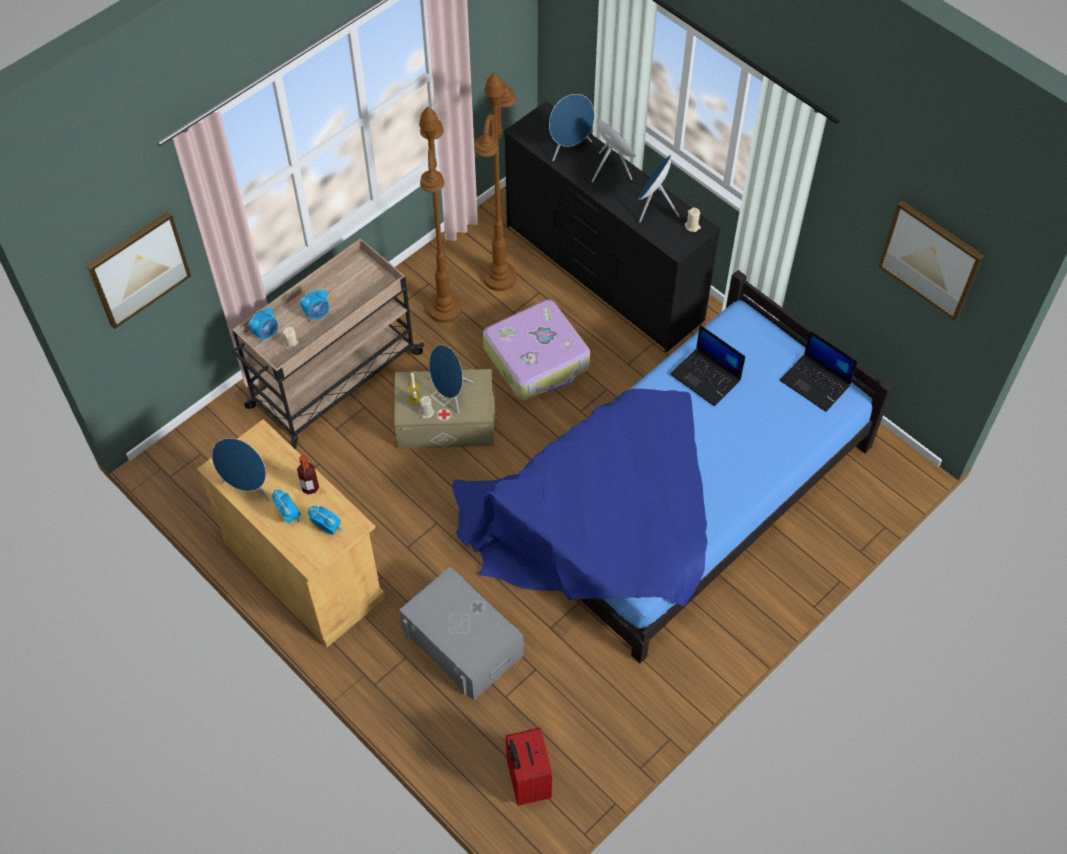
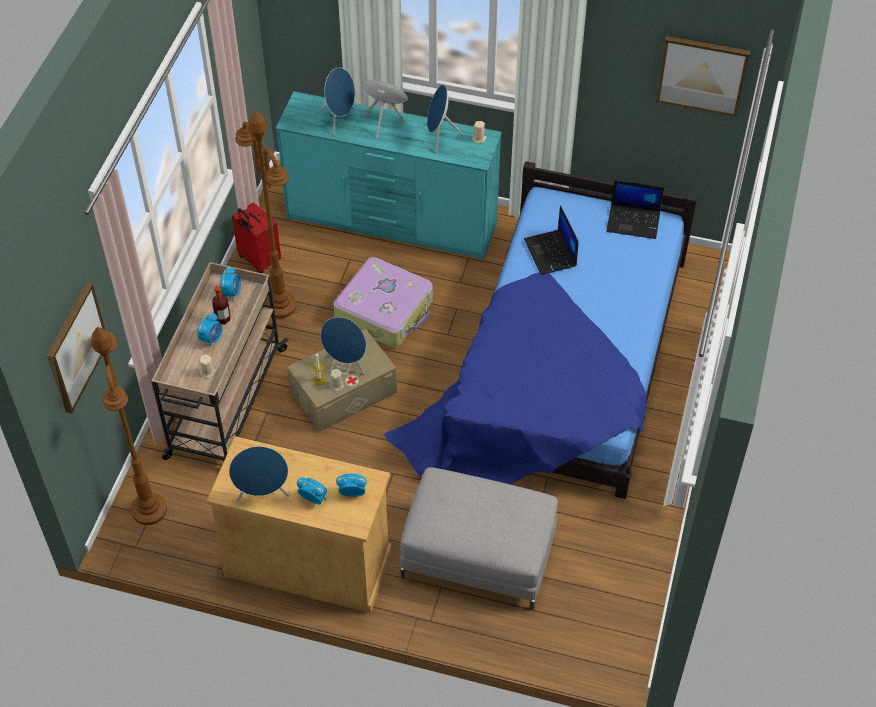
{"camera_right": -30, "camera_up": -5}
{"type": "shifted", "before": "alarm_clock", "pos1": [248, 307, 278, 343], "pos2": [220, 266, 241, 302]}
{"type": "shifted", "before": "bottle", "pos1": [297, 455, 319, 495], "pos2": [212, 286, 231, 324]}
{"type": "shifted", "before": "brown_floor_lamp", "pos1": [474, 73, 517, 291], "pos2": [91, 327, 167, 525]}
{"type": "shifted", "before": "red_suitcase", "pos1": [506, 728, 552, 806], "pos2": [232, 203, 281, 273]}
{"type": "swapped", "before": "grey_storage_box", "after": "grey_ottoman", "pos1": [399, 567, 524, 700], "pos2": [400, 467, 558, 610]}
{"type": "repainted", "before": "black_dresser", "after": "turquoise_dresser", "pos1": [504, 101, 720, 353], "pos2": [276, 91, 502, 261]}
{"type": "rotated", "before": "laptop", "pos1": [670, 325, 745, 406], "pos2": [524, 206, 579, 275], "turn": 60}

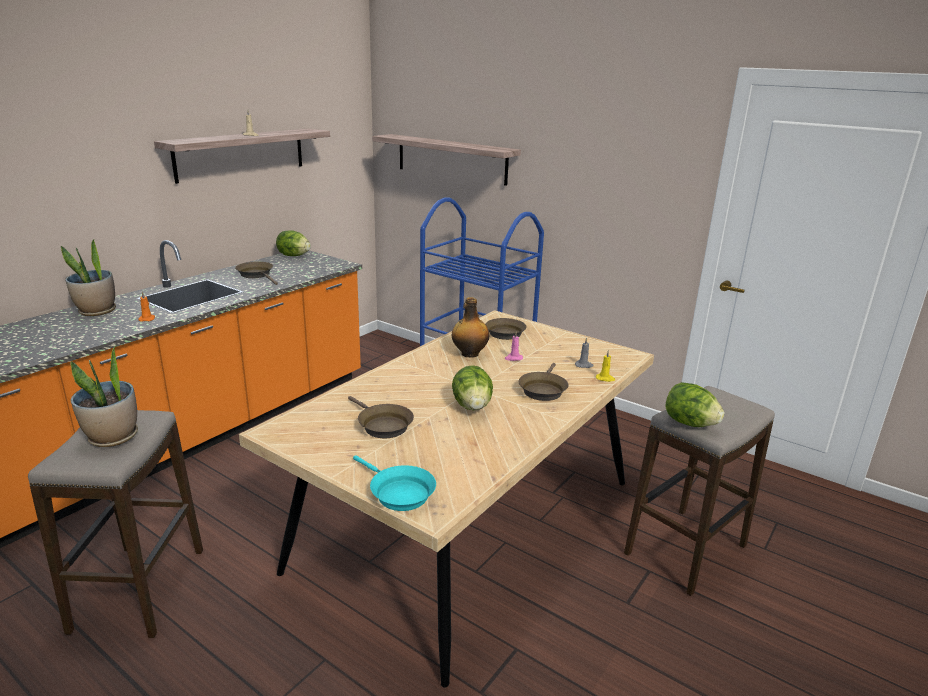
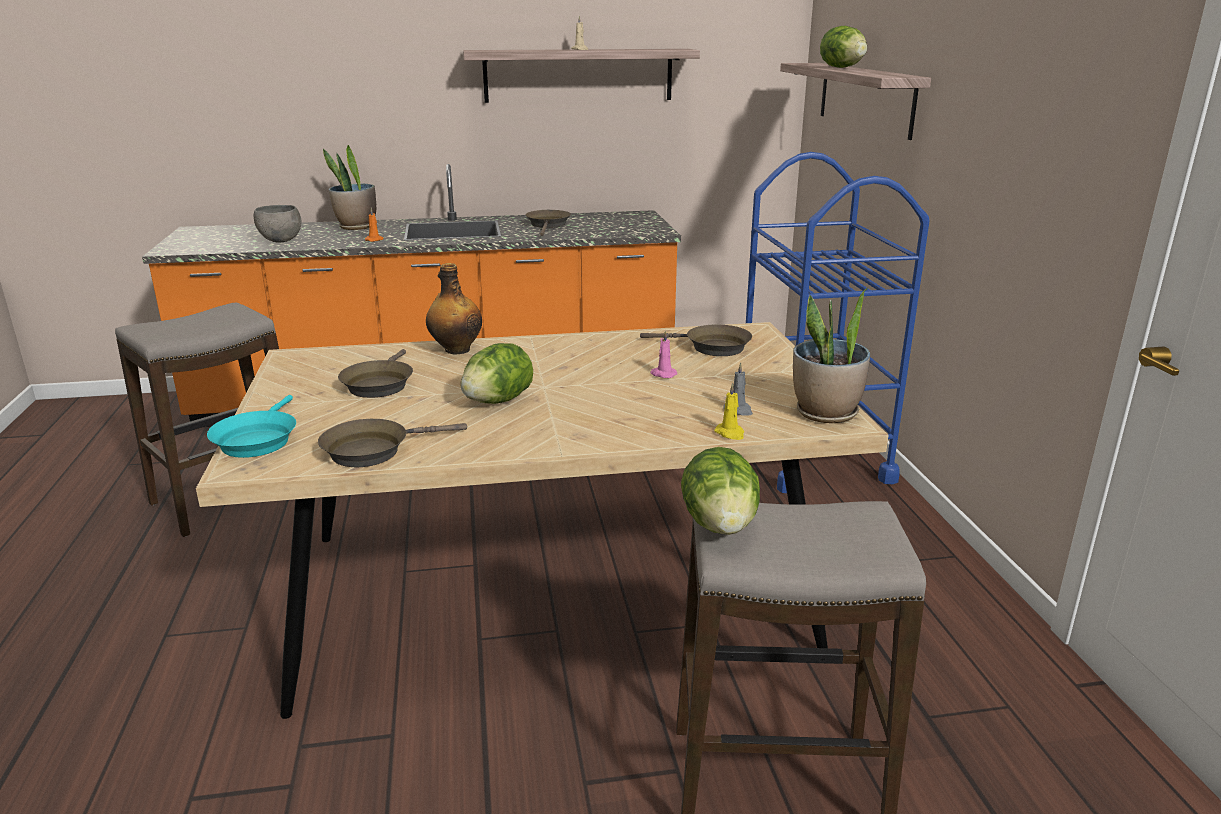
{"camera_right": 45, "camera_up": 0}
{"type": "new", "after": "grey_bowl", "pos2": [254, 205, 301, 242]}
{"type": "shifted", "before": "potted_plant", "pos1": [70, 346, 138, 447], "pos2": [793, 288, 870, 423]}
{"type": "shifted", "before": "lettuce", "pos1": [276, 230, 311, 256], "pos2": [820, 26, 867, 68]}
{"type": "shifted", "before": "bottle", "pos1": [452, 297, 489, 358], "pos2": [426, 263, 482, 354]}
{"type": "shifted", "before": "brown_frying_pan", "pos1": [518, 363, 569, 401], "pos2": [318, 419, 467, 467]}

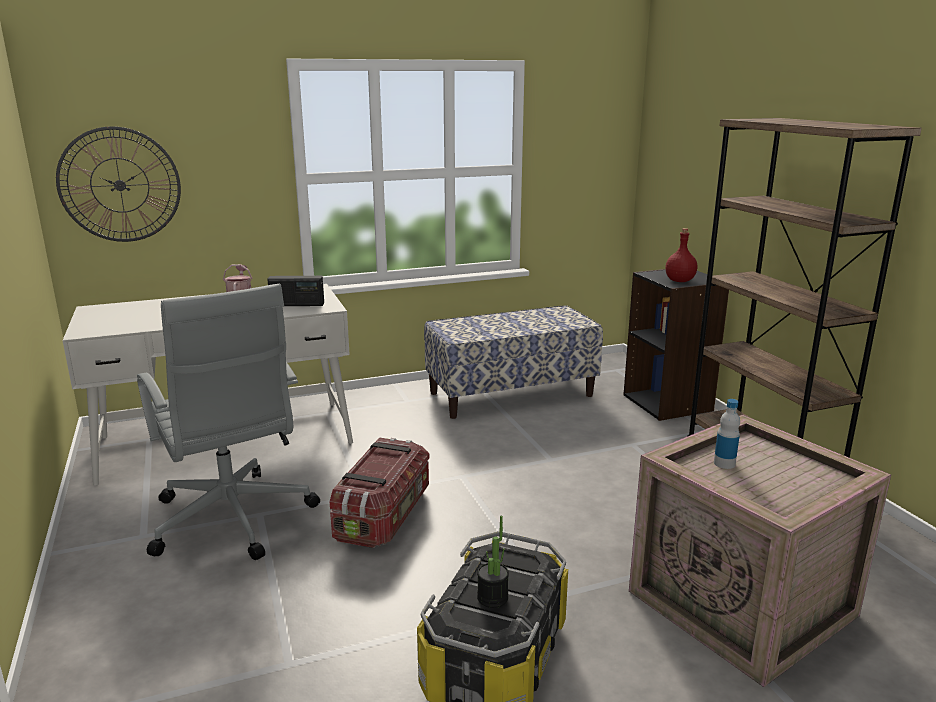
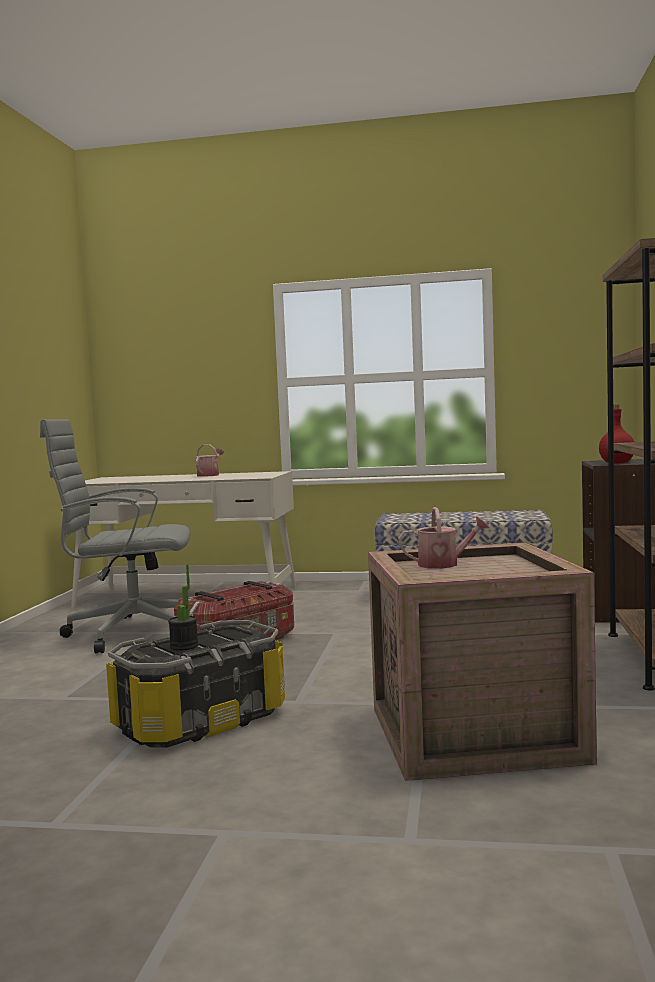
{"camera_right": 30, "camera_up": -15}
{"type": "gone", "before": "wall_clock", "pos1": [56, 126, 181, 242]}
{"type": "gone", "before": "radio", "pos1": [267, 276, 324, 306]}
{"type": "swapped", "before": "bottle", "after": "watering_can", "pos1": [714, 399, 740, 469], "pos2": [398, 507, 490, 569]}
{"type": "rotated", "before": "grey_office_chair", "pos1": [137, 284, 320, 560], "pos2": [40, 419, 191, 654], "turn": 90}

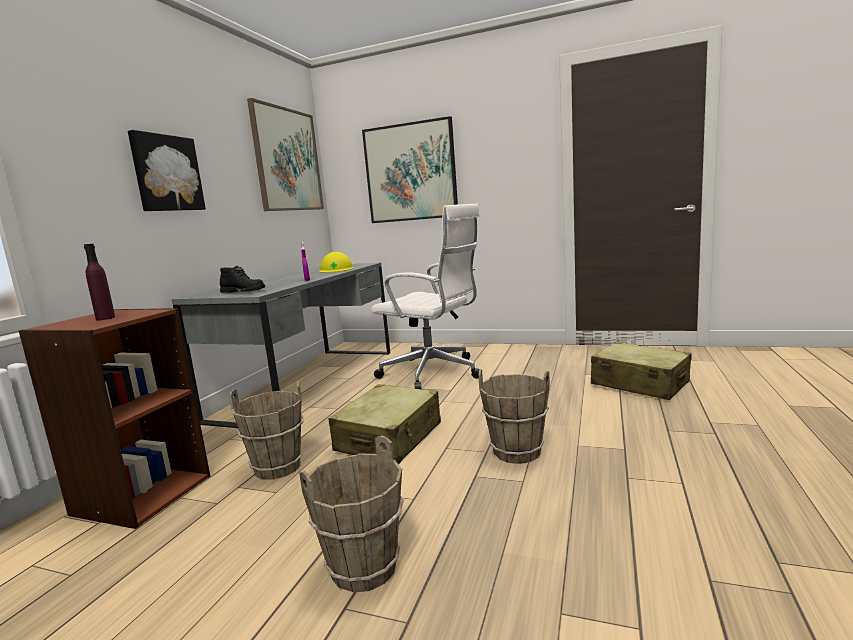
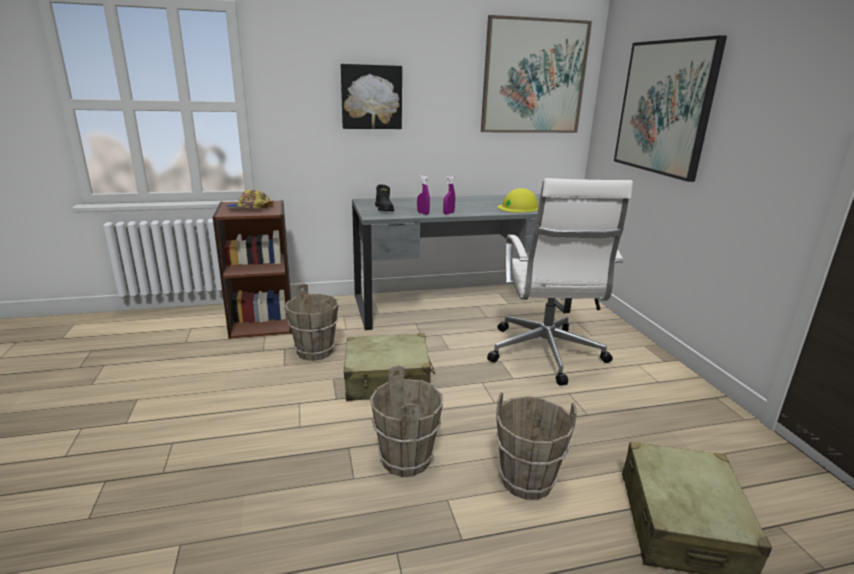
{"camera_right": 55, "camera_up": 10}
{"type": "new", "after": "purple_spray_bottle", "pos2": [417, 175, 430, 215]}
{"type": "shifted", "before": "brown_bucket", "pos1": [299, 435, 404, 593], "pos2": [495, 393, 577, 500]}
{"type": "swapped", "before": "purple_bottle", "after": "cap", "pos1": [84, 244, 115, 320], "pos2": [226, 190, 274, 208]}

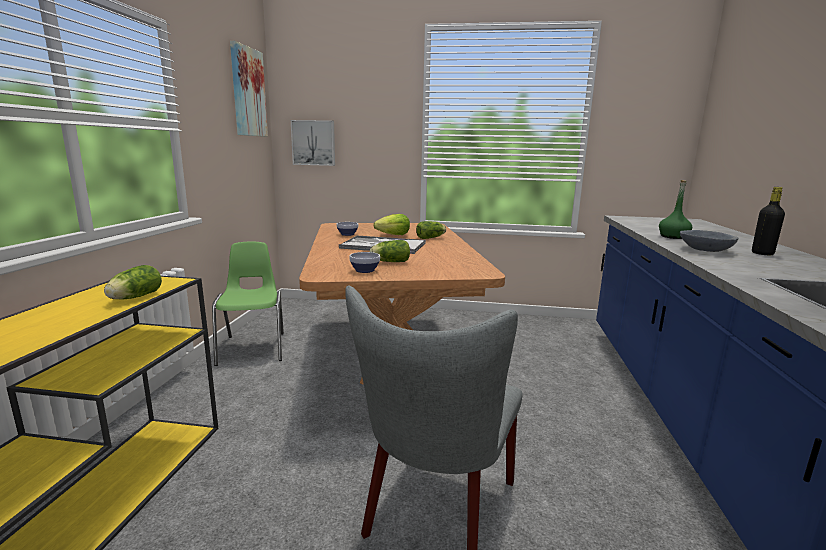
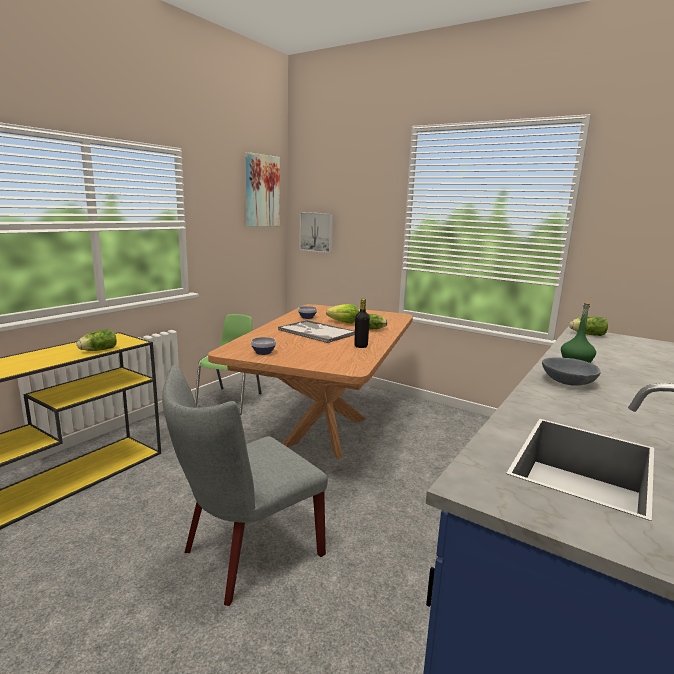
{"camera_right": 25, "camera_up": 0}
{"type": "shifted", "before": "lettuce", "pos1": [370, 240, 410, 262], "pos2": [570, 317, 608, 336]}
{"type": "shifted", "before": "black_bottle", "pos1": [752, 187, 785, 255], "pos2": [354, 299, 370, 348]}

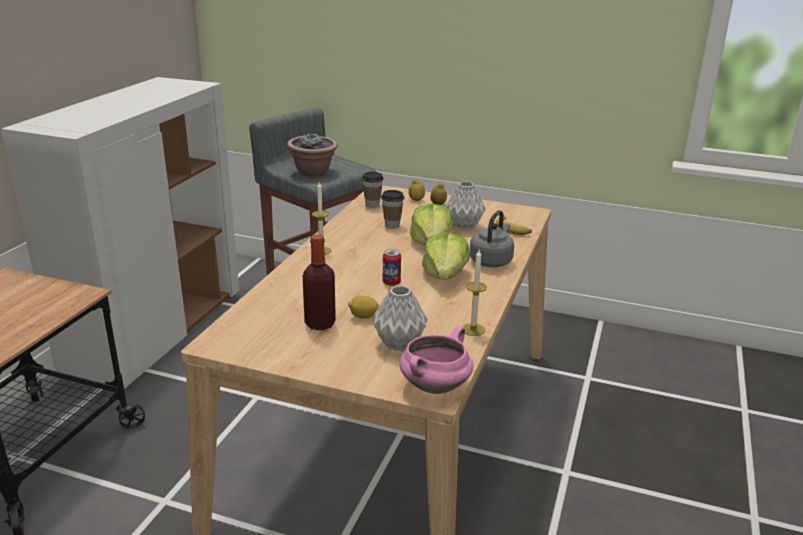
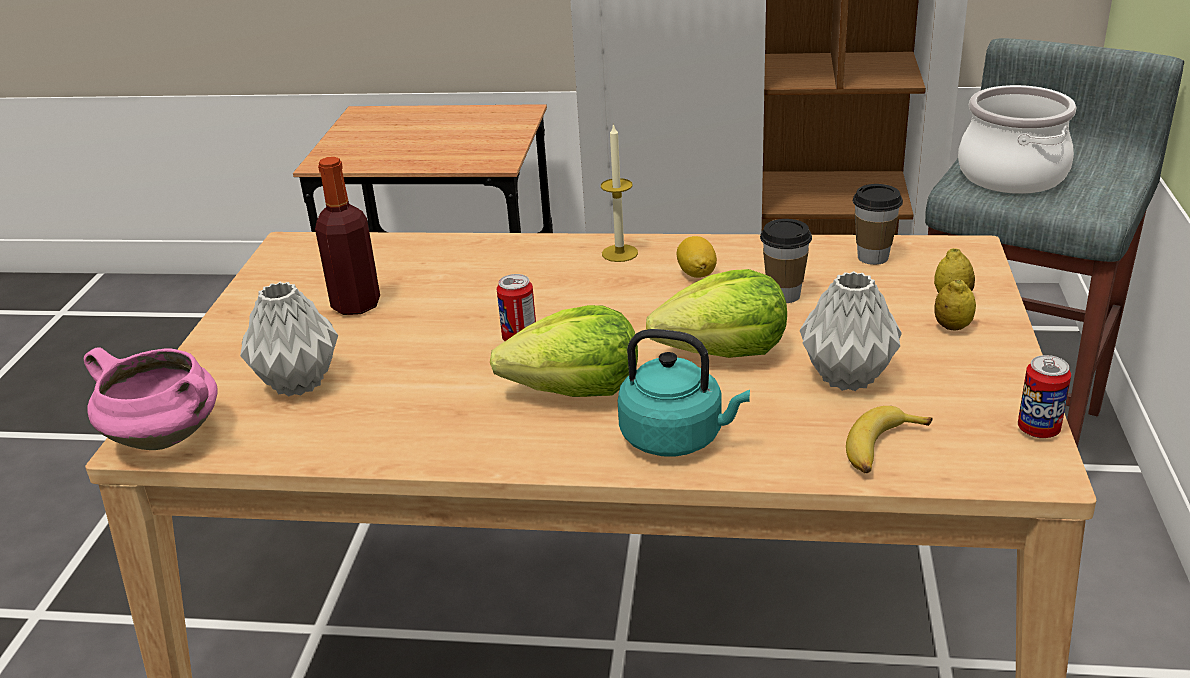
{"camera_right": 80, "camera_up": 5}
{"type": "gone", "before": "candle", "pos1": [462, 250, 487, 336]}
{"type": "new", "after": "can", "pos2": [1018, 355, 1071, 438]}
{"type": "shifted", "before": "lemon", "pos1": [348, 296, 379, 319], "pos2": [677, 236, 717, 278]}
{"type": "swapped", "before": "potted_plant", "after": "cooking_pot", "pos1": [287, 133, 338, 177], "pos2": [958, 85, 1076, 194]}
{"type": "repainted", "before": "grey_kettle", "after": "turquoise_kettle", "pos1": [470, 210, 514, 267], "pos2": [618, 329, 750, 457]}

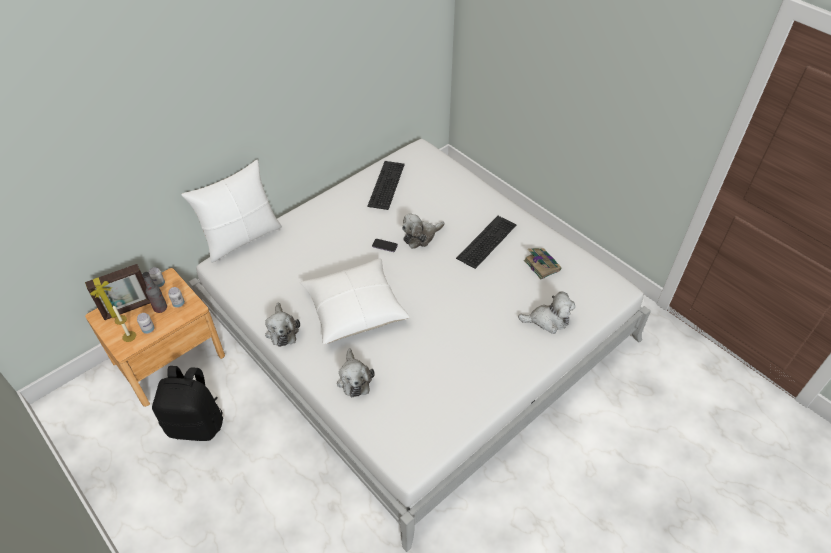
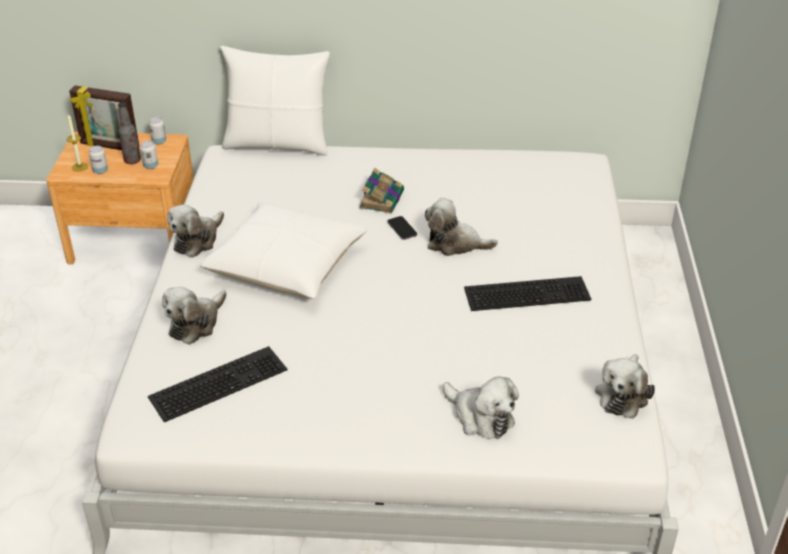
{"camera_right": 45, "camera_up": -10}
{"type": "gone", "before": "black_backpack", "pos1": [152, 366, 223, 441]}
{"type": "new", "after": "plush_toy", "pos2": [595, 354, 655, 419]}
{"type": "shifted", "before": "keyboard", "pos1": [367, 161, 405, 210], "pos2": [148, 346, 287, 422]}
{"type": "shifted", "before": "book", "pos1": [524, 248, 562, 279], "pos2": [359, 168, 404, 213]}

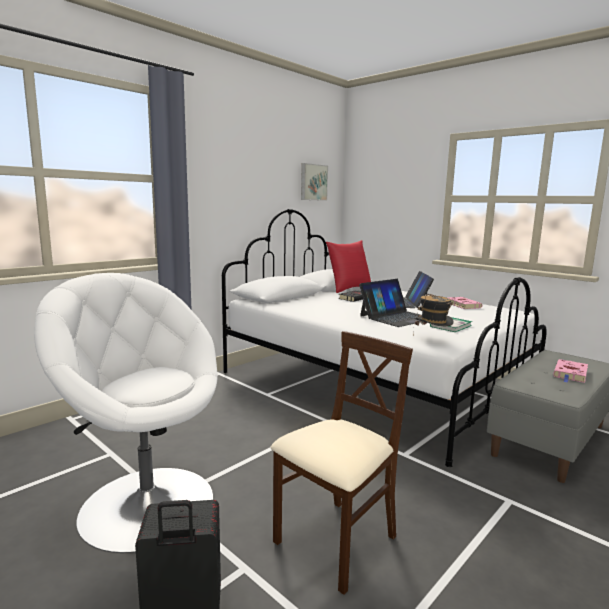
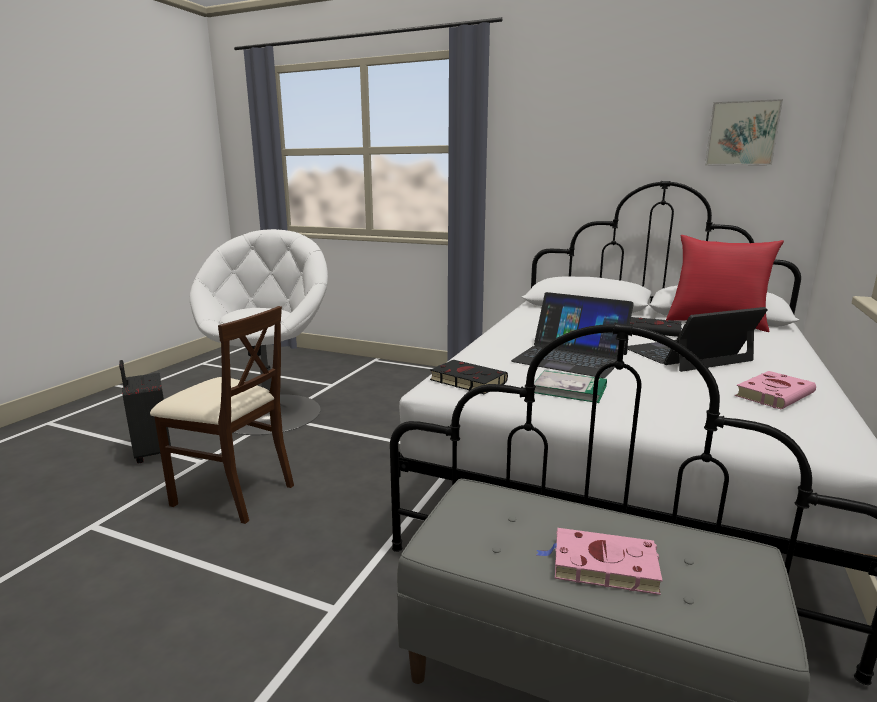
{"camera_right": 70, "camera_up": 5}
{"type": "swapped", "before": "hat", "after": "black_book", "pos1": [413, 294, 454, 337], "pos2": [430, 360, 508, 394]}

